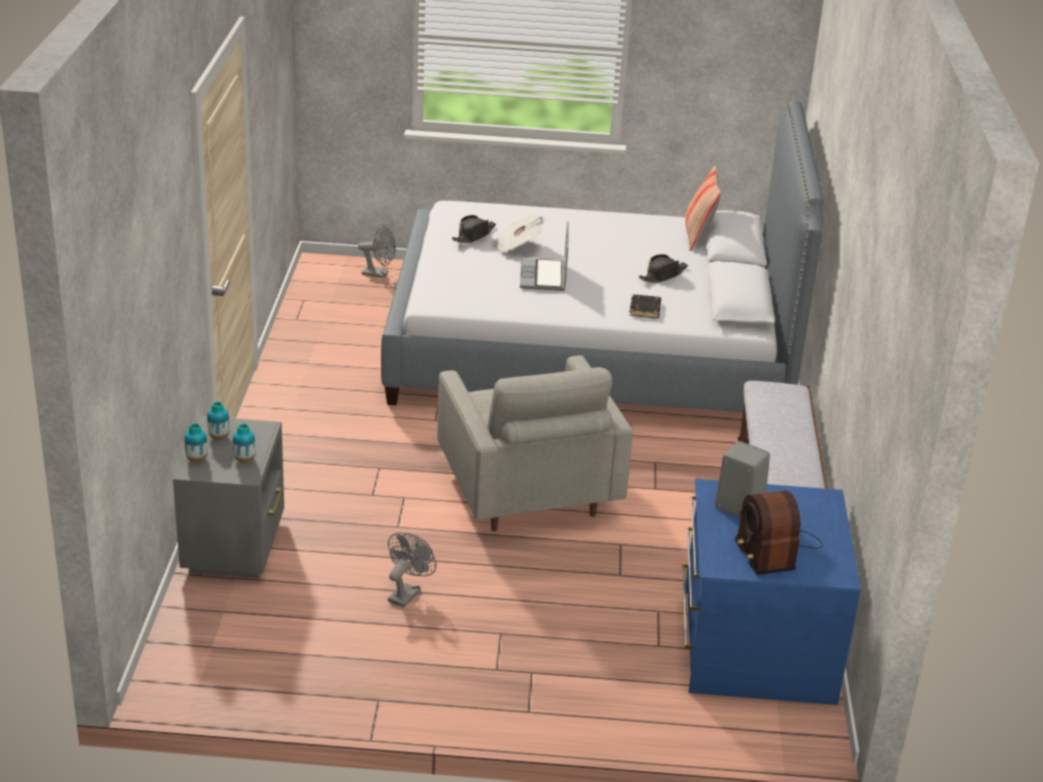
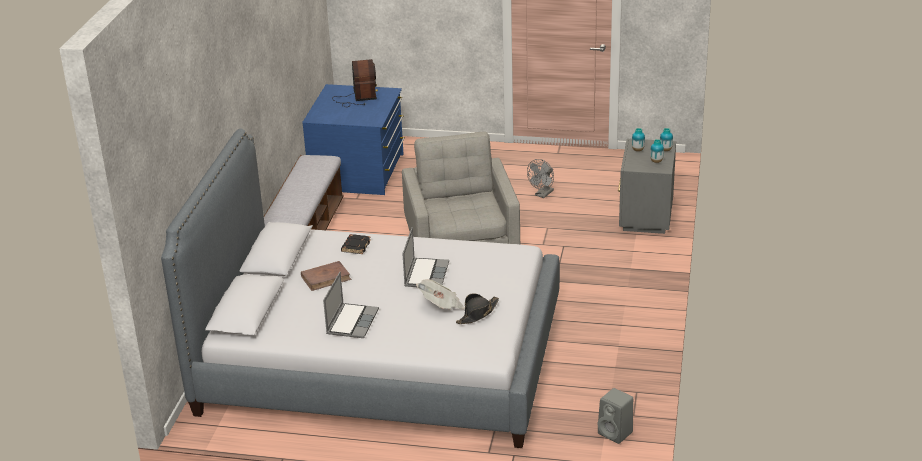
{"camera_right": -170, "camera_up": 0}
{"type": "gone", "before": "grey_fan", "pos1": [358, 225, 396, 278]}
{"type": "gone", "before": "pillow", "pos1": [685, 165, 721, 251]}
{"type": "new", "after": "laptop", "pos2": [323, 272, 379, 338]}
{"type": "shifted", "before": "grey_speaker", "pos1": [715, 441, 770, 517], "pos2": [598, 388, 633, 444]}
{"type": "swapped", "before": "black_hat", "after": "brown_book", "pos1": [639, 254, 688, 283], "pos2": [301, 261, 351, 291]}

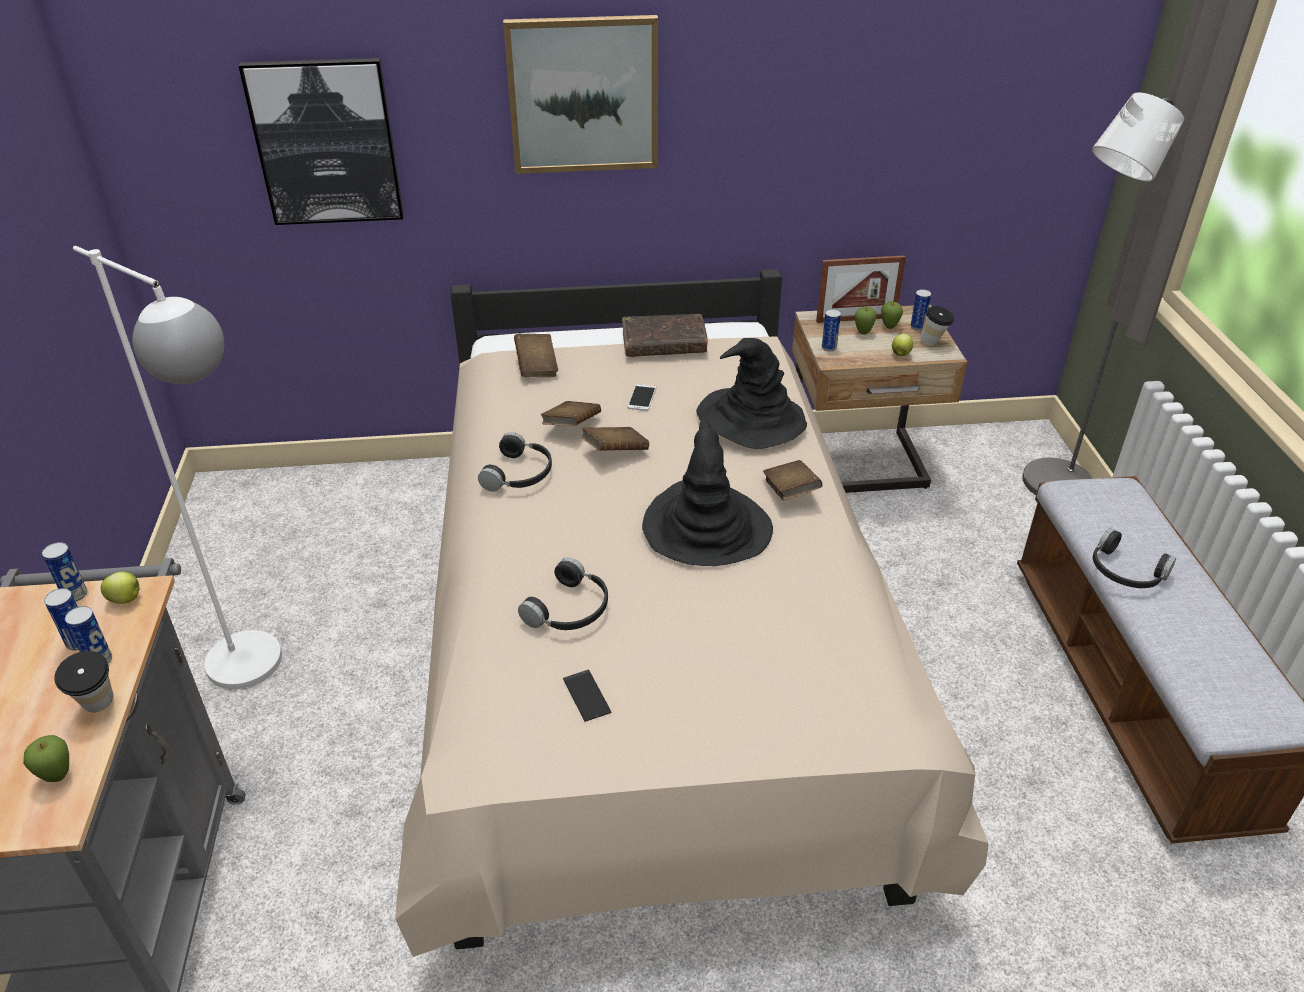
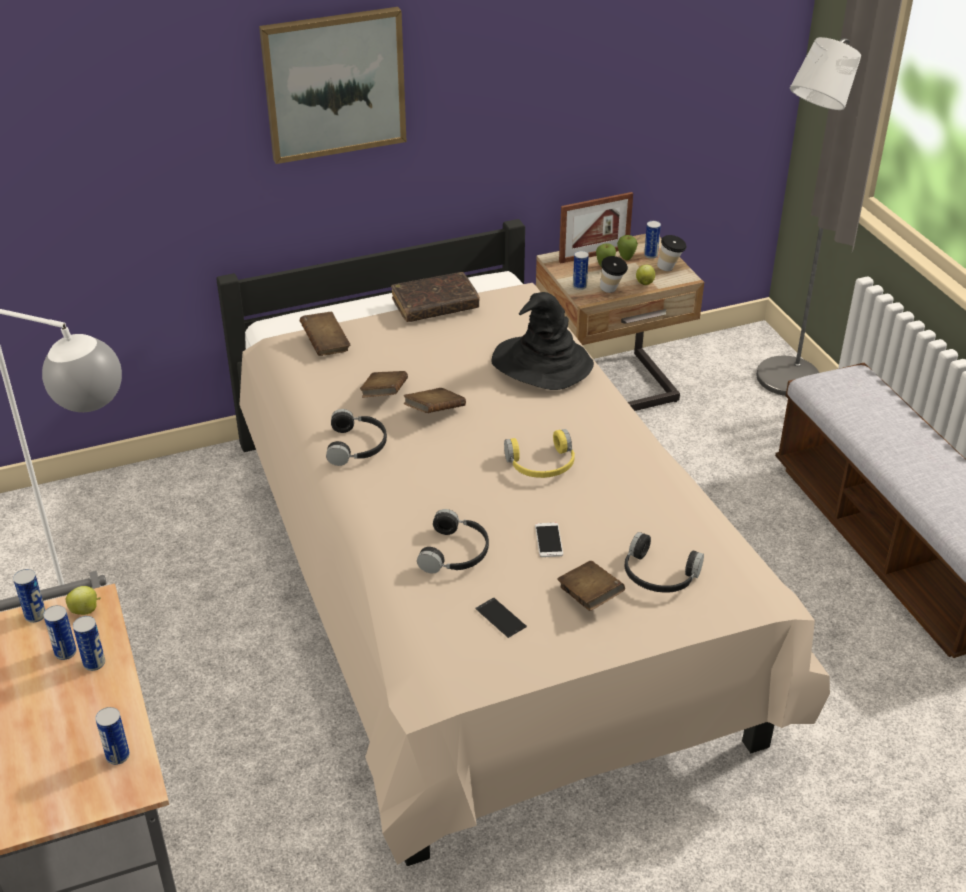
{"camera_right": -15, "camera_up": 0}
{"type": "gone", "before": "picture", "pos1": [239, 58, 404, 225]}
{"type": "shifted", "before": "cup", "pos1": [54, 651, 114, 712], "pos2": [600, 256, 628, 293]}
{"type": "shifted", "before": "phone", "pos1": [628, 384, 656, 411], "pos2": [535, 522, 563, 557]}
{"type": "shifted", "before": "brown_book", "pos1": [763, 460, 823, 500], "pos2": [557, 561, 625, 611]}
{"type": "shifted", "before": "black_headphones", "pos1": [1093, 528, 1176, 588], "pos2": [625, 532, 704, 593]}
{"type": "swapped", "before": "apple", "after": "can", "pos1": [23, 735, 69, 782], "pos2": [95, 707, 130, 765]}
{"type": "swapped", "before": "black_hat", "after": "yellow_headphones", "pos1": [642, 416, 773, 566], "pos2": [504, 429, 575, 478]}

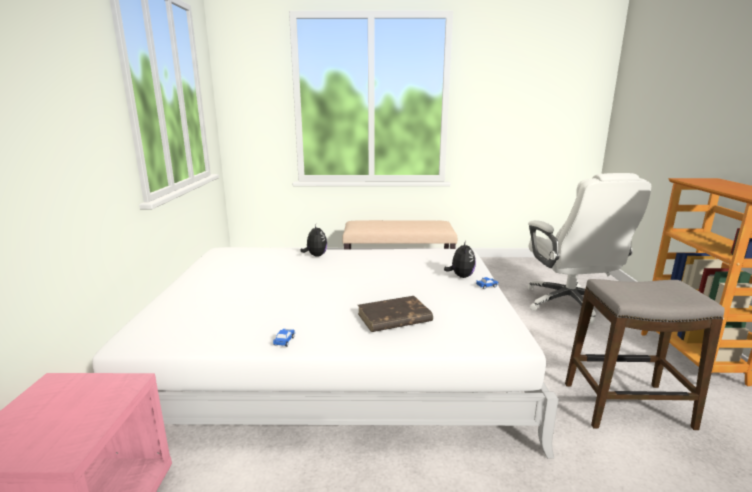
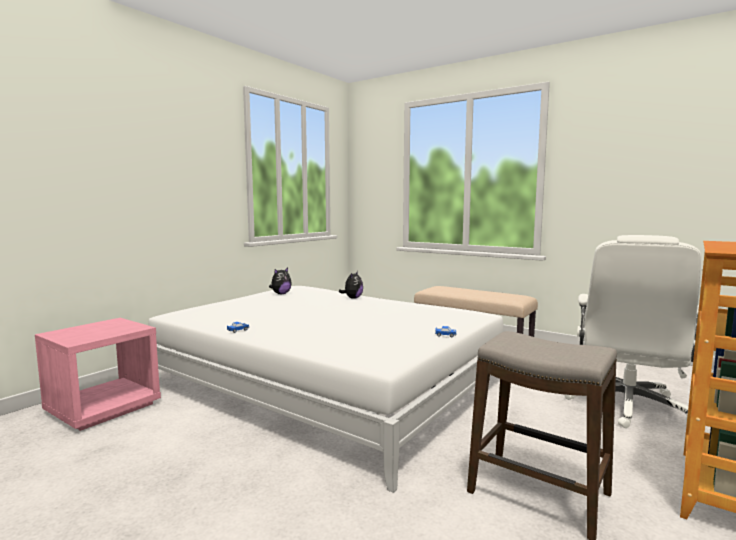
{"camera_right": 35, "camera_up": -10}
{"type": "gone", "before": "brown_book", "pos1": [358, 296, 433, 332]}
{"type": "shifted", "before": "plush_toy", "pos1": [444, 240, 476, 278], "pos2": [269, 268, 292, 294]}

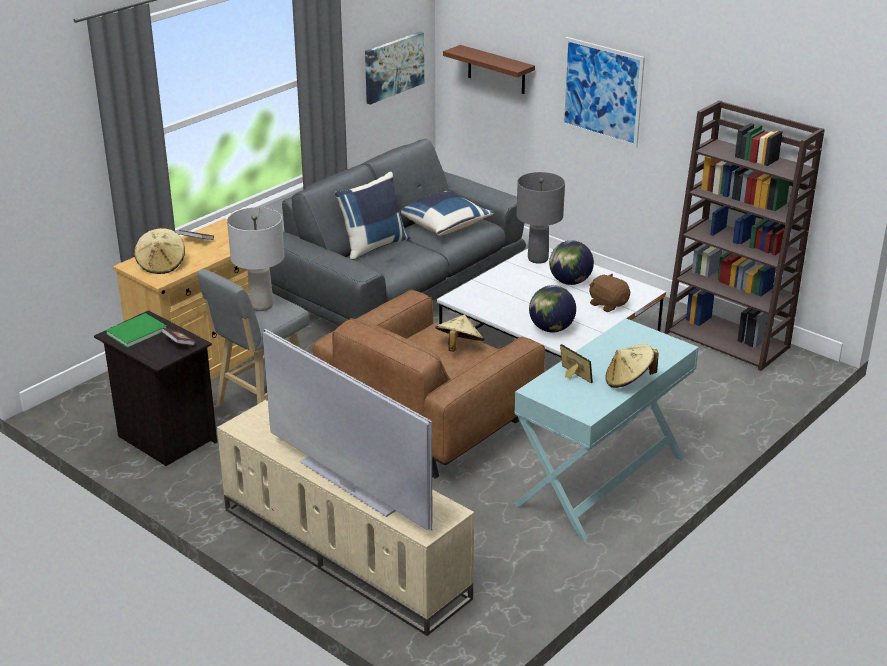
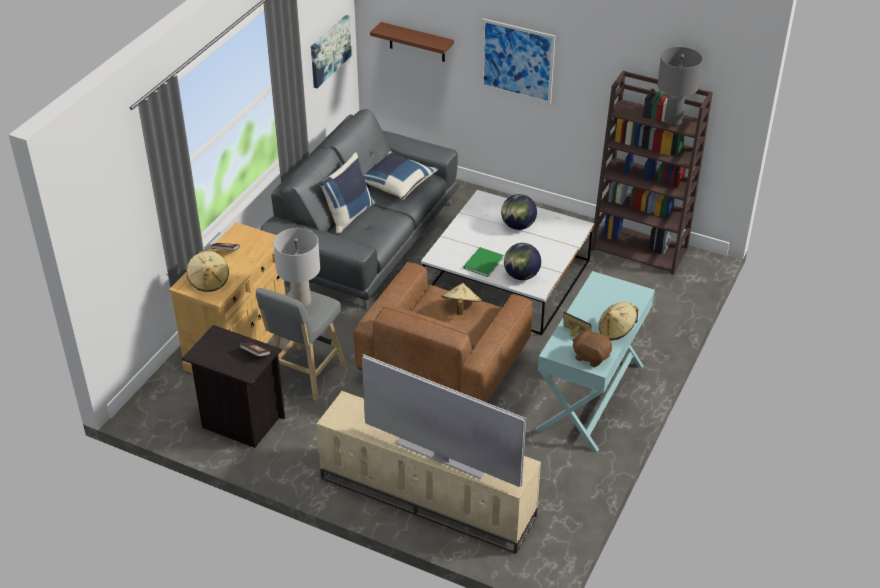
{"camera_right": -15, "camera_up": 10}
{"type": "shifted", "before": "green_book", "pos1": [106, 313, 167, 348], "pos2": [463, 247, 504, 277]}
{"type": "shifted", "before": "grey_table_lamp", "pos1": [517, 172, 565, 264], "pos2": [657, 47, 703, 126]}
{"type": "shifted", "before": "brown_plush_toy", "pos1": [589, 274, 630, 312], "pos2": [573, 327, 612, 367]}

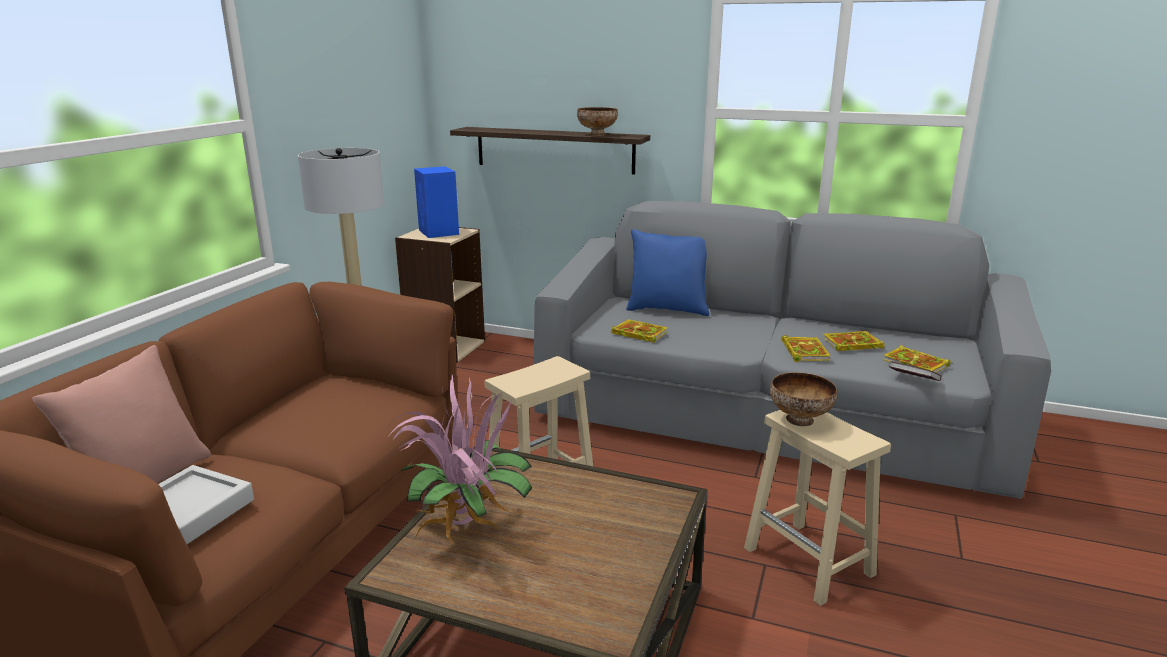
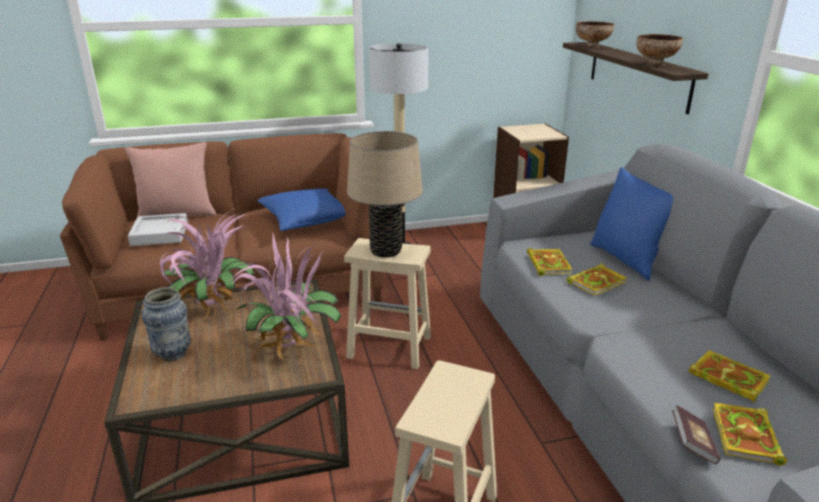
{"camera_right": 55, "camera_up": 5}
{"type": "gone", "before": "blue_speaker", "pos1": [414, 166, 459, 238]}
{"type": "new", "after": "vase", "pos2": [141, 287, 191, 362]}
{"type": "new", "after": "potted_plant", "pos2": [226, 233, 341, 363]}
{"type": "new", "after": "blue_pillow", "pos2": [257, 188, 345, 231]}
{"type": "new", "after": "beige_table_lamp", "pos2": [347, 131, 423, 258]}
{"type": "shifted", "before": "bowl", "pos1": [770, 372, 837, 426], "pos2": [576, 21, 614, 48]}
{"type": "shifted", "before": "book", "pos1": [781, 335, 831, 362], "pos2": [567, 263, 627, 296]}

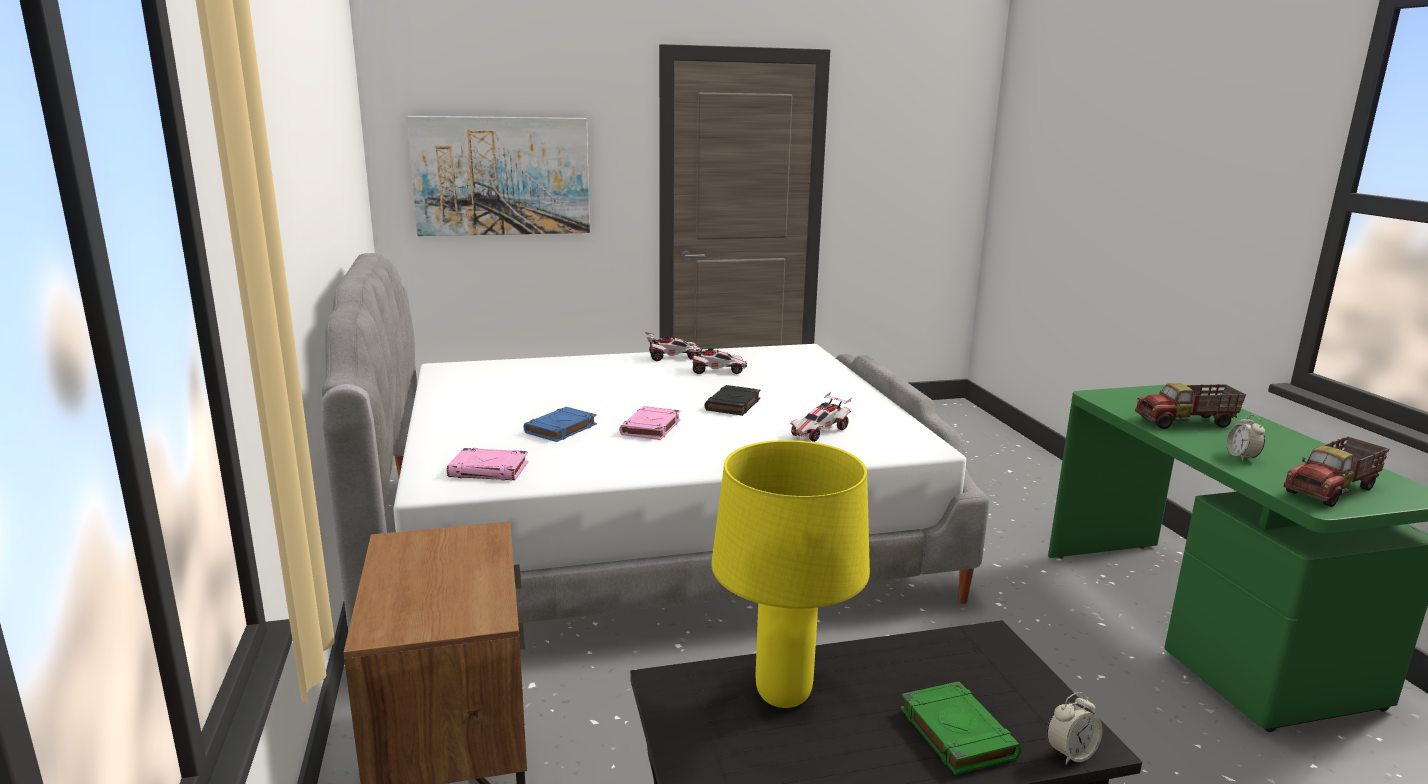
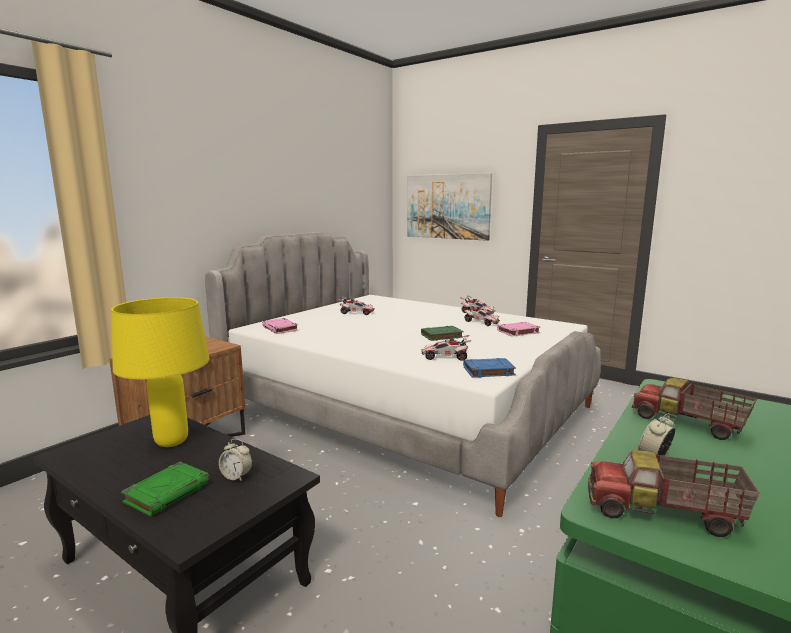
{"camera_right": 50, "camera_up": -5}
{"type": "new", "after": "toy_car", "pos2": [338, 296, 375, 315]}
{"type": "shifted", "before": "blue_book", "pos1": [523, 407, 597, 442], "pos2": [463, 358, 516, 378]}
{"type": "shifted", "before": "pink_book", "pos1": [619, 406, 681, 440], "pos2": [497, 322, 540, 337]}
{"type": "shifted", "before": "alarm_clock", "pos1": [1047, 692, 1103, 765], "pos2": [219, 439, 252, 482]}
{"type": "repainted", "before": "black_book", "after": "green_book", "pos1": [704, 385, 761, 416], "pos2": [421, 326, 464, 341]}

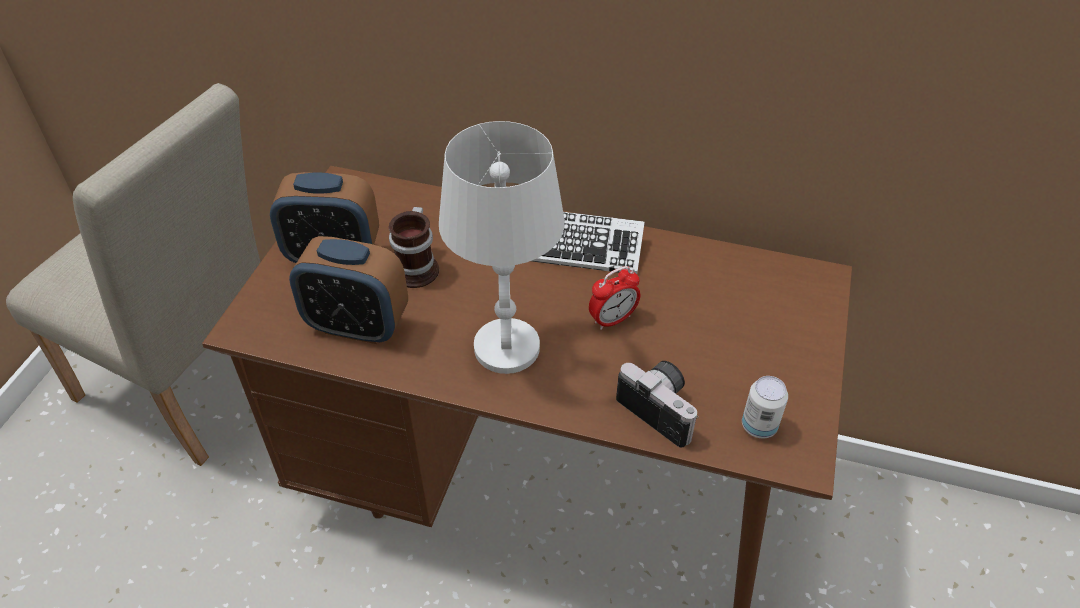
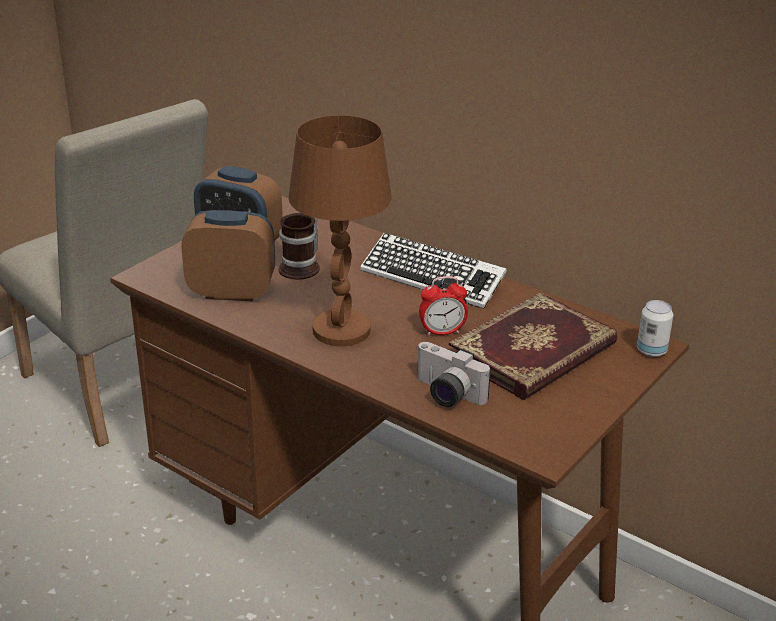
{"camera_right": 20, "camera_up": -15}
{"type": "new", "after": "book", "pos2": [449, 292, 618, 400]}
{"type": "shifted", "before": "can", "pos1": [742, 376, 788, 438], "pos2": [637, 300, 673, 357]}
{"type": "repainted", "before": "white_table_lamp", "after": "brown_table_lamp", "pos1": [439, 121, 565, 374], "pos2": [288, 115, 392, 346]}
{"type": "rotated", "before": "alarm_clock", "pos1": [289, 236, 408, 344], "pos2": [181, 210, 275, 301], "turn": 150}
{"type": "rotated", "before": "photo_camera", "pos1": [616, 361, 699, 447], "pos2": [417, 342, 491, 407], "turn": 150}

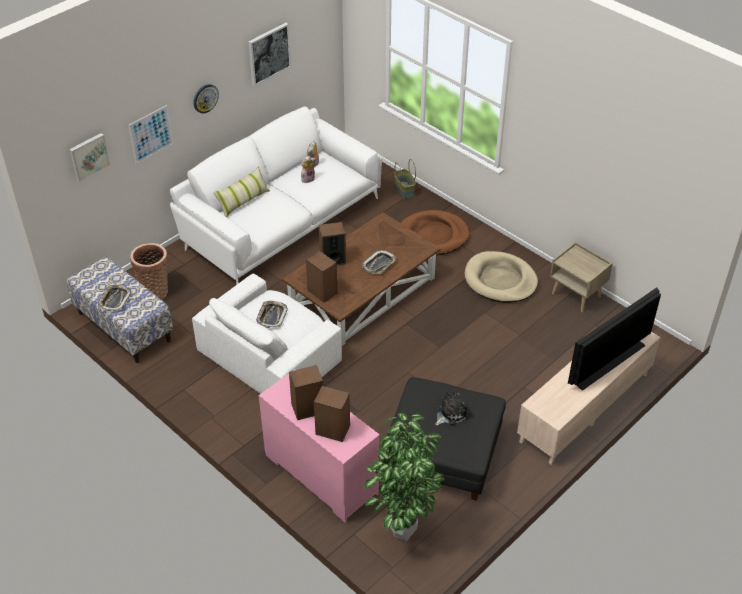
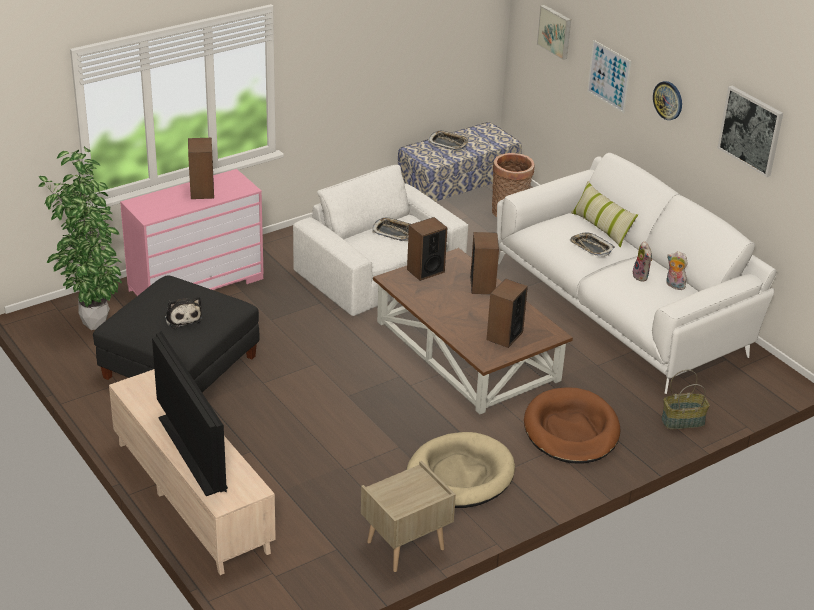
{"camera_right": 100, "camera_up": -10}
{"type": "shifted", "before": "speaker", "pos1": [314, 386, 350, 442], "pos2": [486, 278, 528, 348]}
{"type": "shifted", "before": "tray", "pos1": [362, 250, 396, 274], "pos2": [569, 233, 615, 256]}

